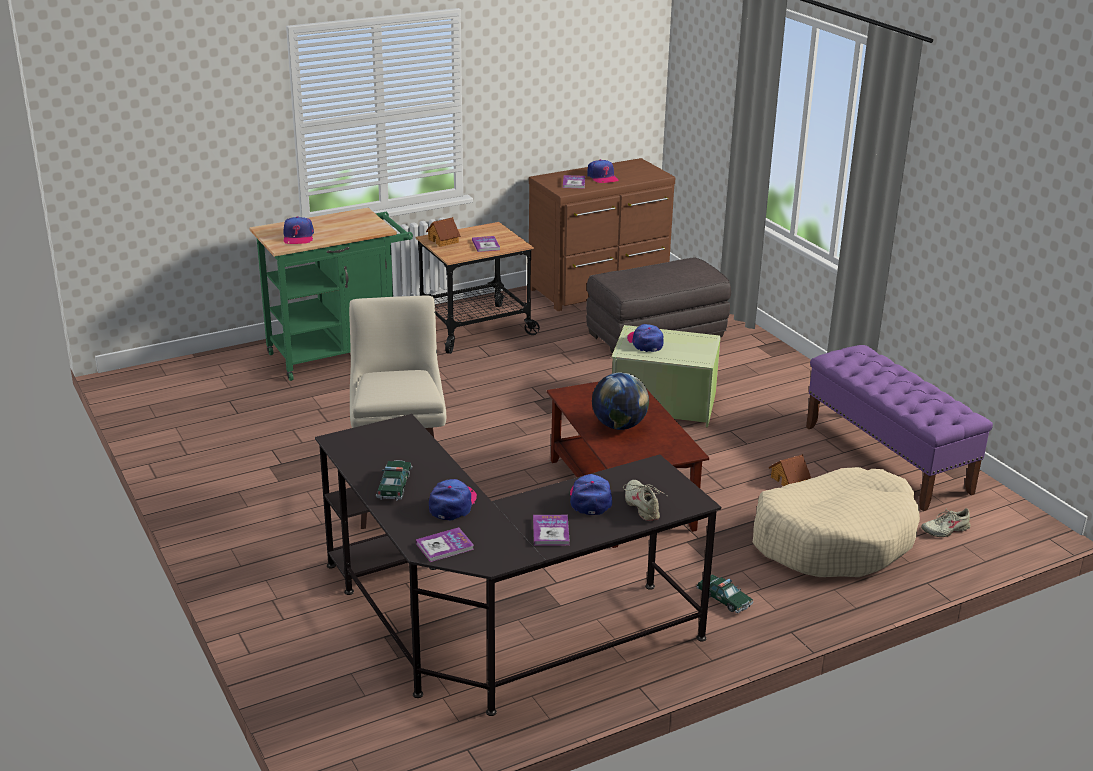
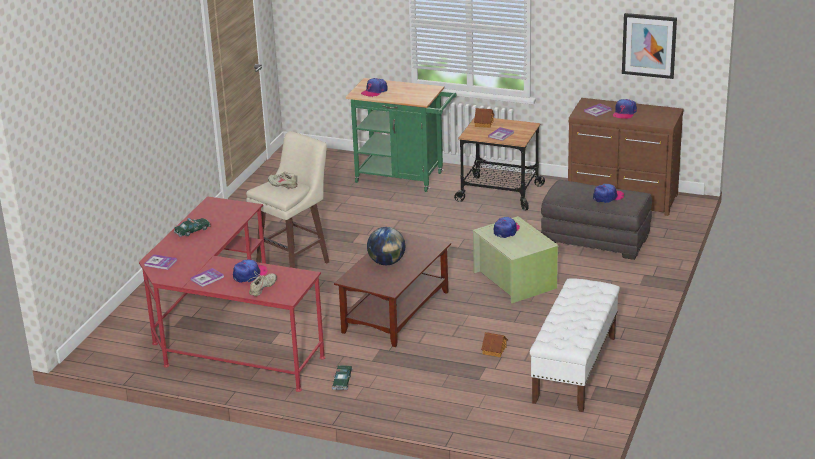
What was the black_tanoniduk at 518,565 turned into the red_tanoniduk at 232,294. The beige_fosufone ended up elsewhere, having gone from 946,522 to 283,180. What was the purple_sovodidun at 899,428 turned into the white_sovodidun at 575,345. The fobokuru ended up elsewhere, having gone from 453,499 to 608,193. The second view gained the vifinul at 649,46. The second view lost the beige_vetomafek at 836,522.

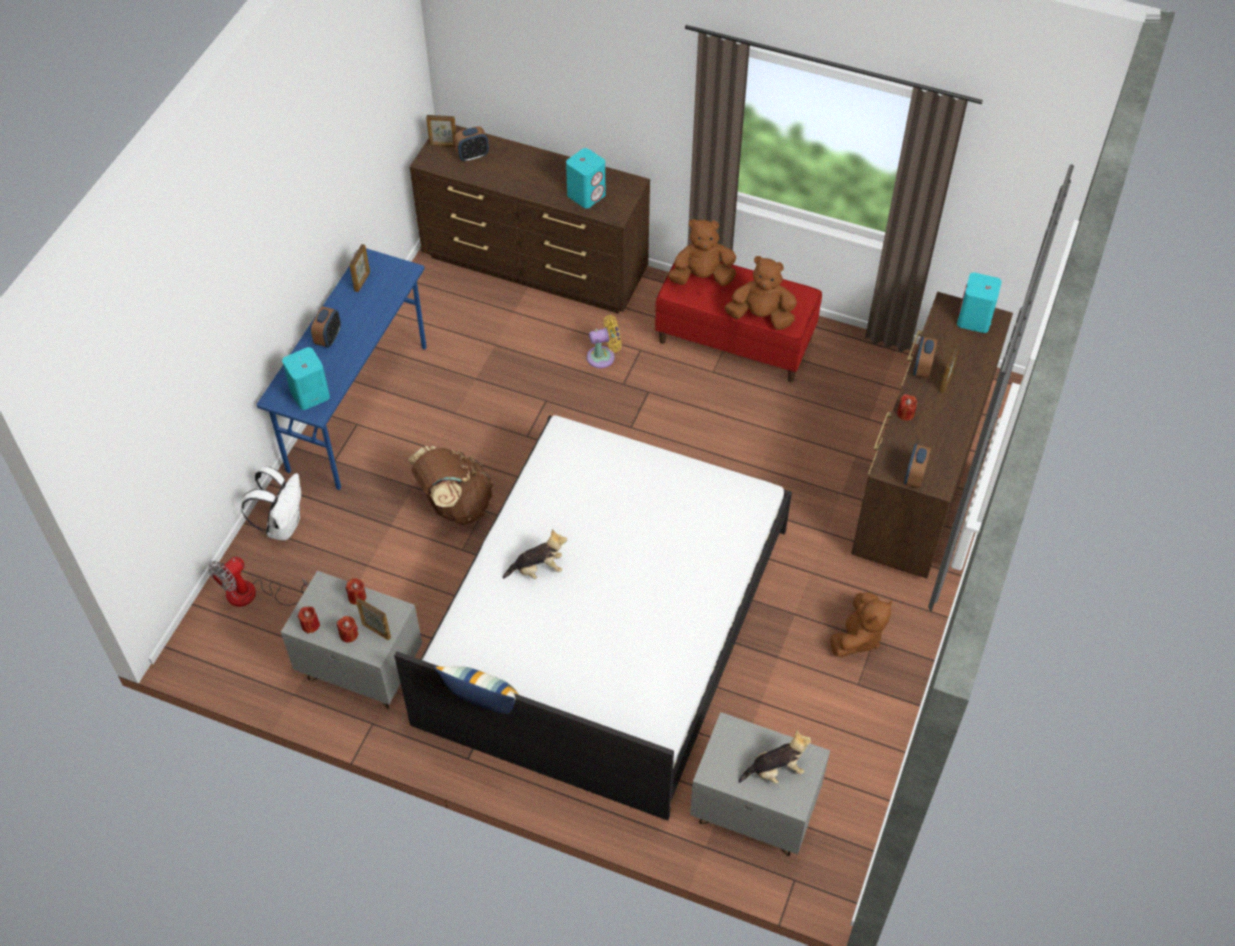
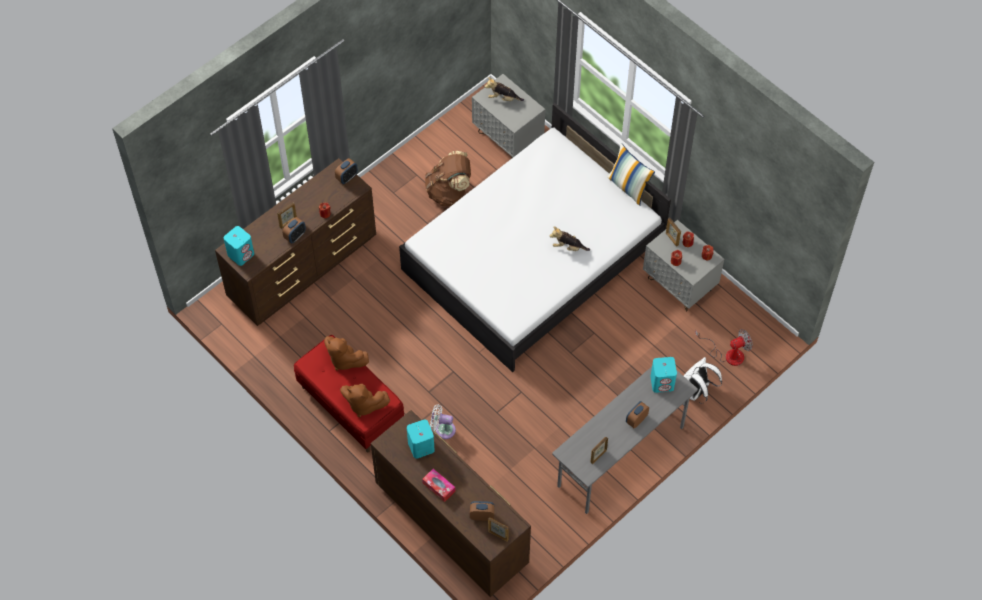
The second view gained the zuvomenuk at 438,485. The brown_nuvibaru ended up elsewhere, having gone from 450,485 to 448,178. What was the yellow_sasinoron at 604,341 turned into the white_sasinoron at 443,421. What was the blue_tanoniduk at 342,369 turned into the grey_tanoniduk at 625,440. The second view lost the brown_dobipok at 861,624.

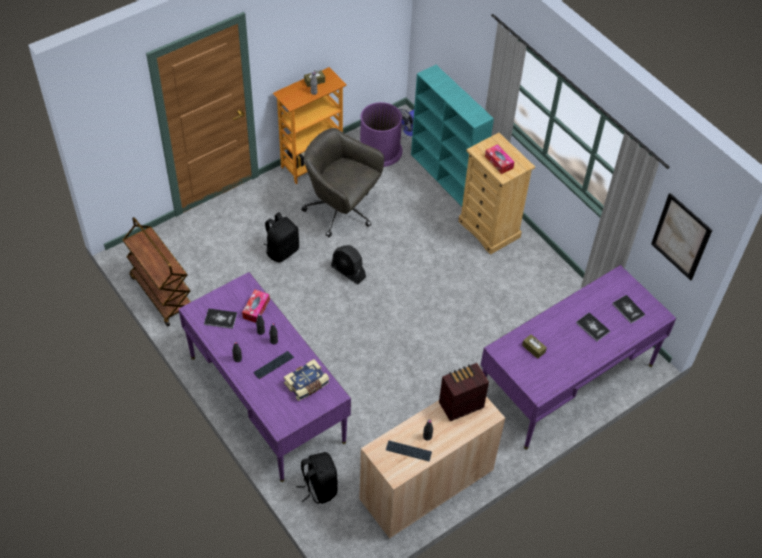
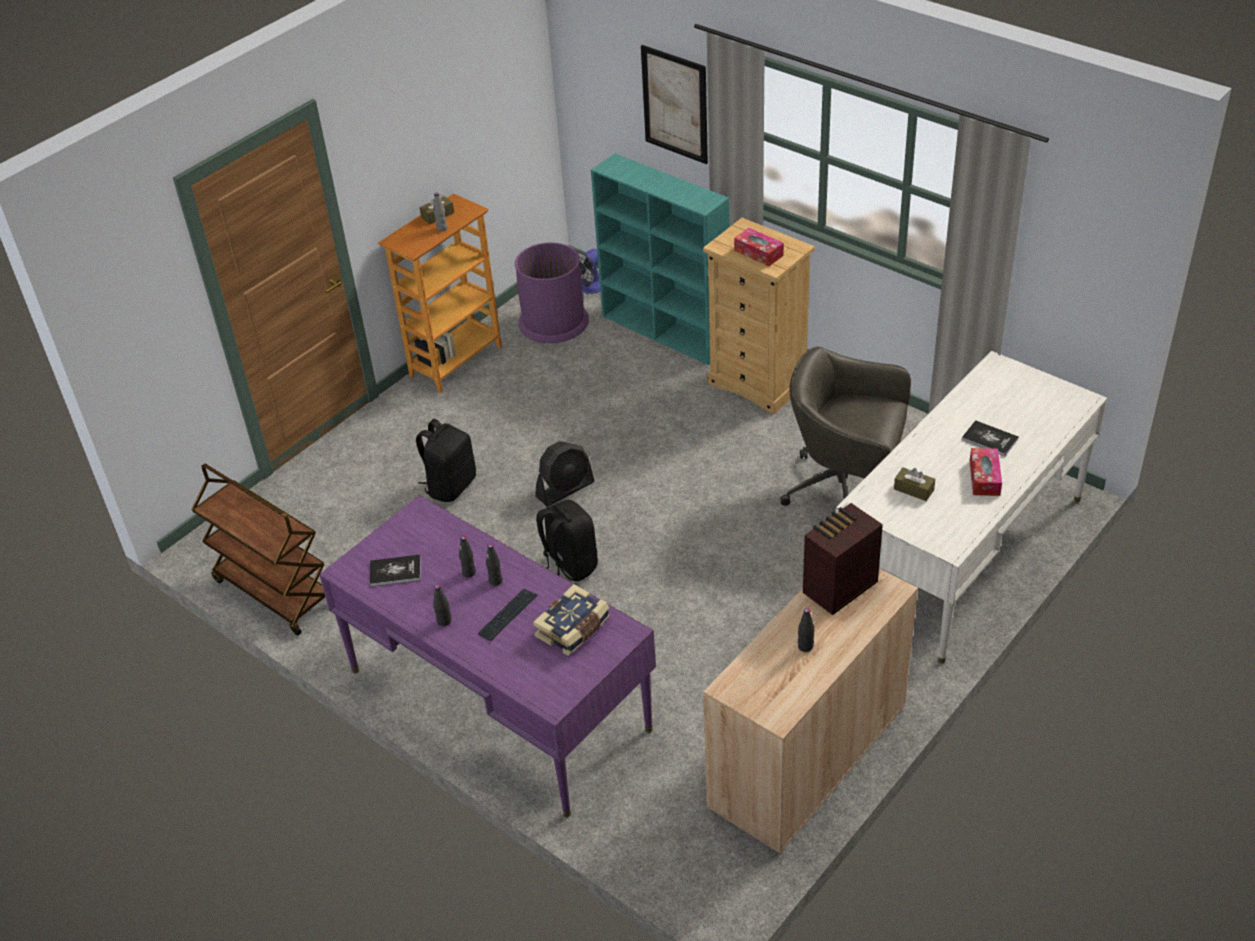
The black_sasinoron at 348,264 ended up facing another way, 60 degrees counterclockwise from before. The black_nuvibaru ended up elsewhere, having gone from 317,478 to 567,540. The vifinul ended up elsewhere, having gone from 681,237 to 674,104. The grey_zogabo ended up elsewhere, having gone from 342,182 to 845,426. What was the purple_tanoniduk at 578,357 turned into the white_tanoniduk at 971,507. The zuvomenuk ended up elsewhere, having gone from 256,306 to 986,472. The second view lost the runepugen at 409,450. The second view lost the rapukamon at 628,309.

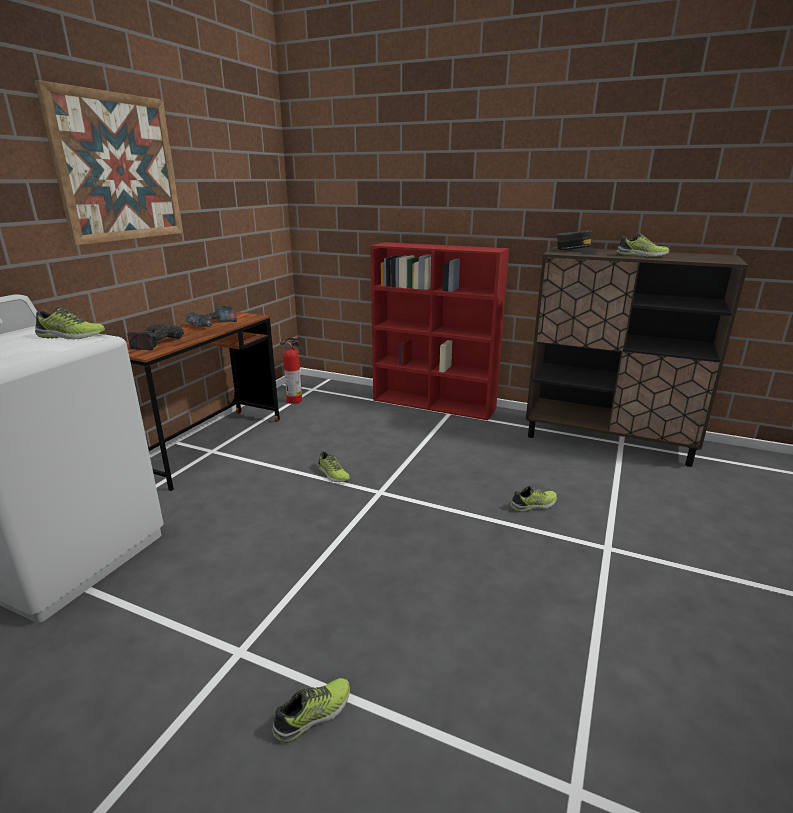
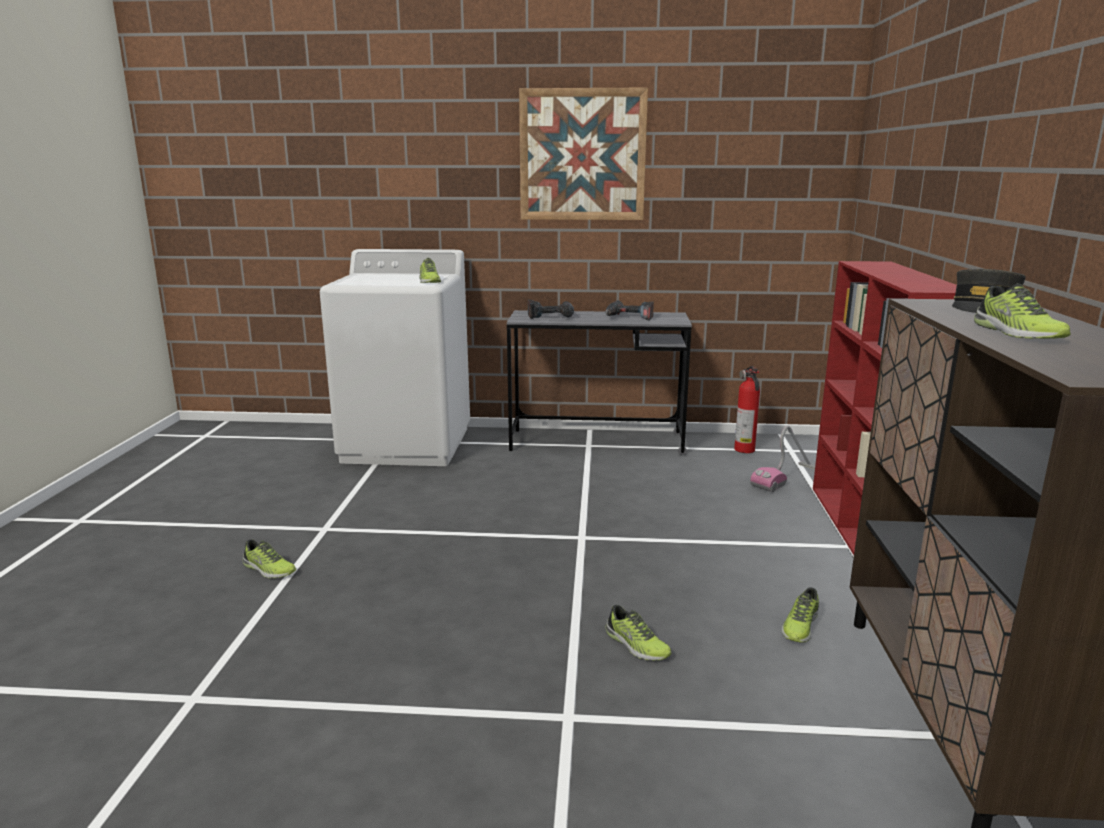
What was the brown_tanoniduk at 203,401 turned into the grey_tanoniduk at 599,382. The second view gained the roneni at 782,458. The fosufone ended up elsewhere, having gone from 333,466 to 800,615.

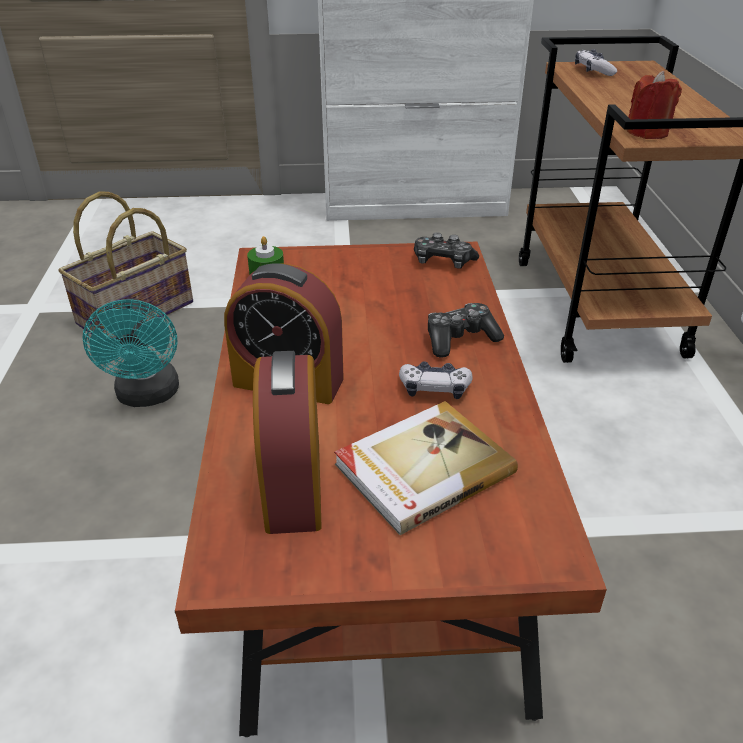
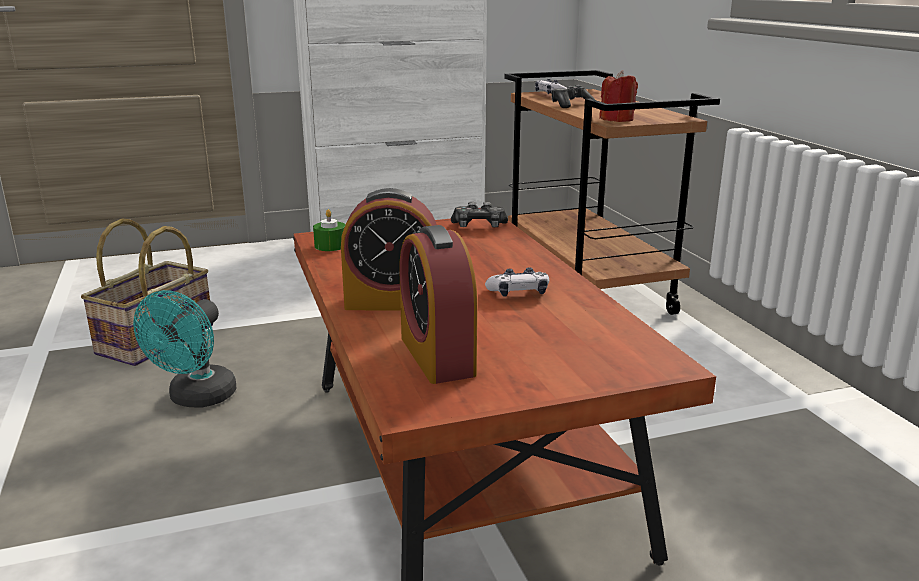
The turquoise_sasinoron at 131,352 ended up facing another way, 45 degrees clockwise from before. The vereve ended up elsewhere, having gone from 466,330 to 573,96. The second view lost the rapukamon at 426,468.

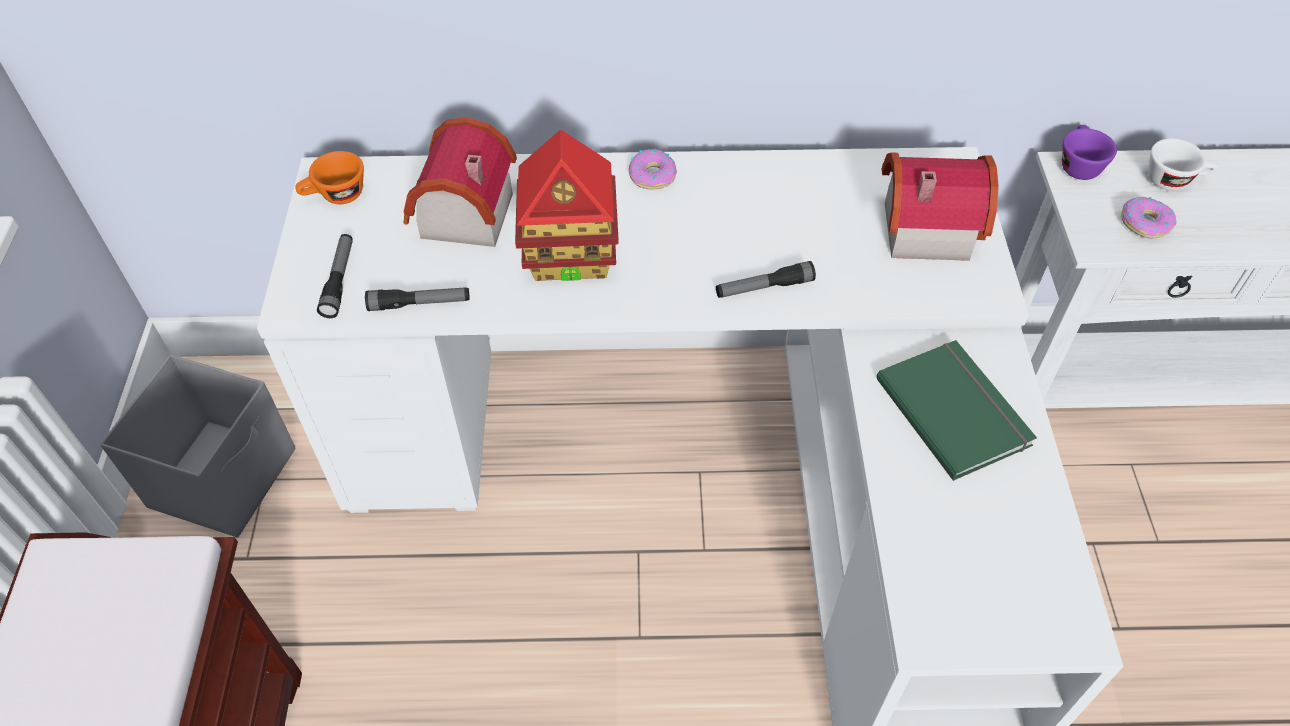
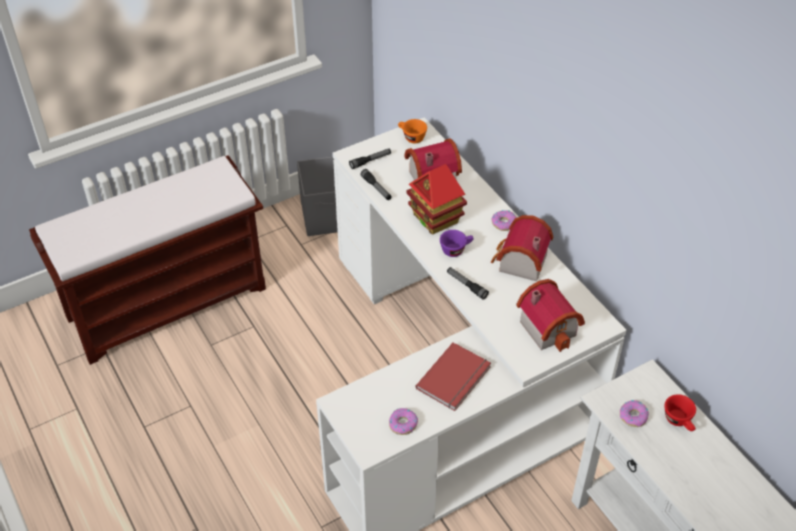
The second view gained the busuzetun at 403,421. What was the green_rapukamon at 956,410 turned into the red_rapukamon at 453,376. The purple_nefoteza ended up elsewhere, having gone from 1089,152 to 457,243. The second view gained the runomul at 522,248. What was the white_nefoteza at 1183,165 turned into the red_nefoteza at 680,412.

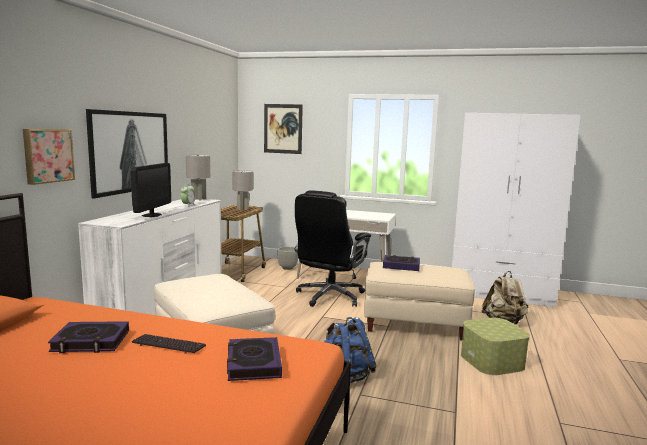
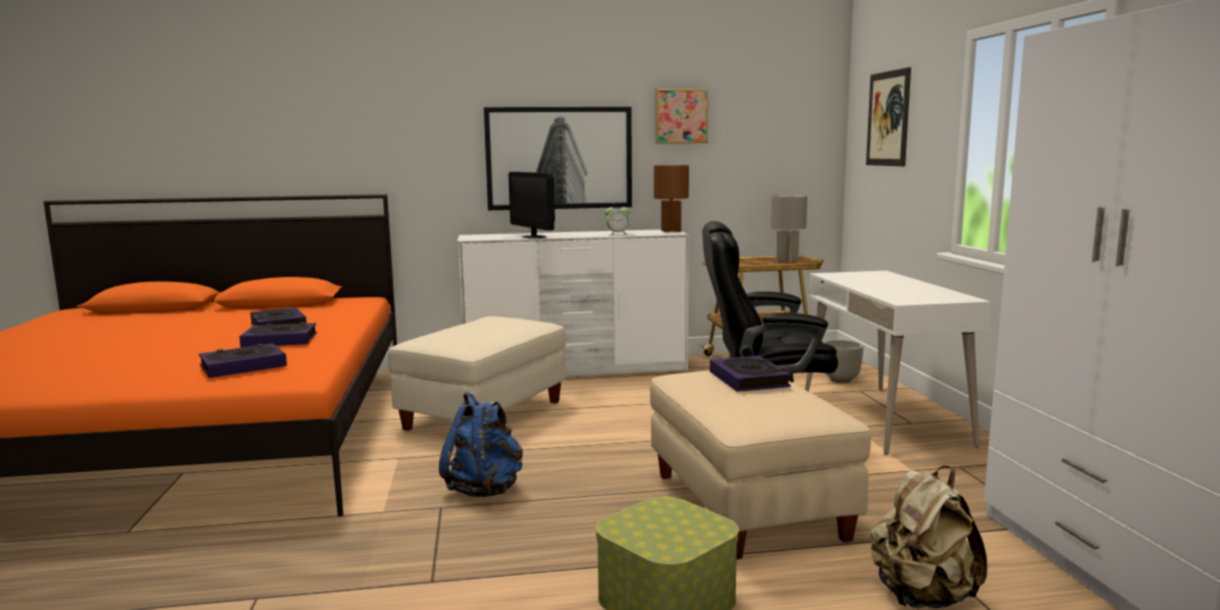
Where the runepugen stood at 169,344, the rapukamon came to stand at 278,335. The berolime at 151,190 ended up facing another way, 75 degrees clockwise from before. What was the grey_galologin at 198,177 turned into the brown_galologin at 671,198. The vifinul ended up elsewhere, having gone from 49,157 to 681,116.

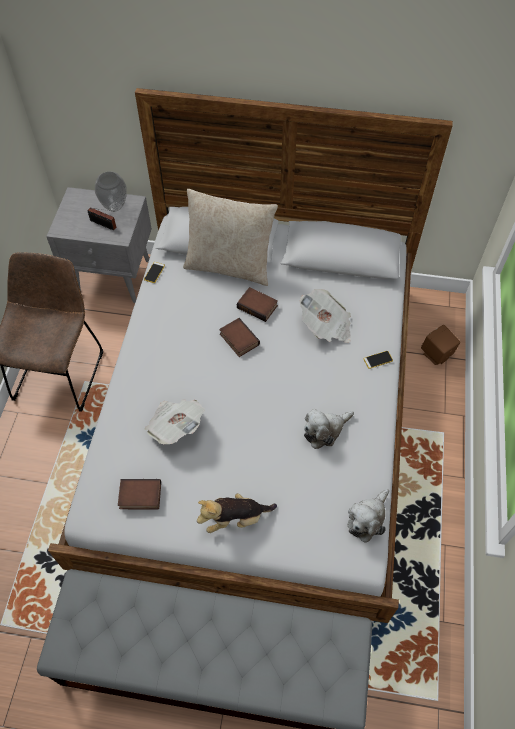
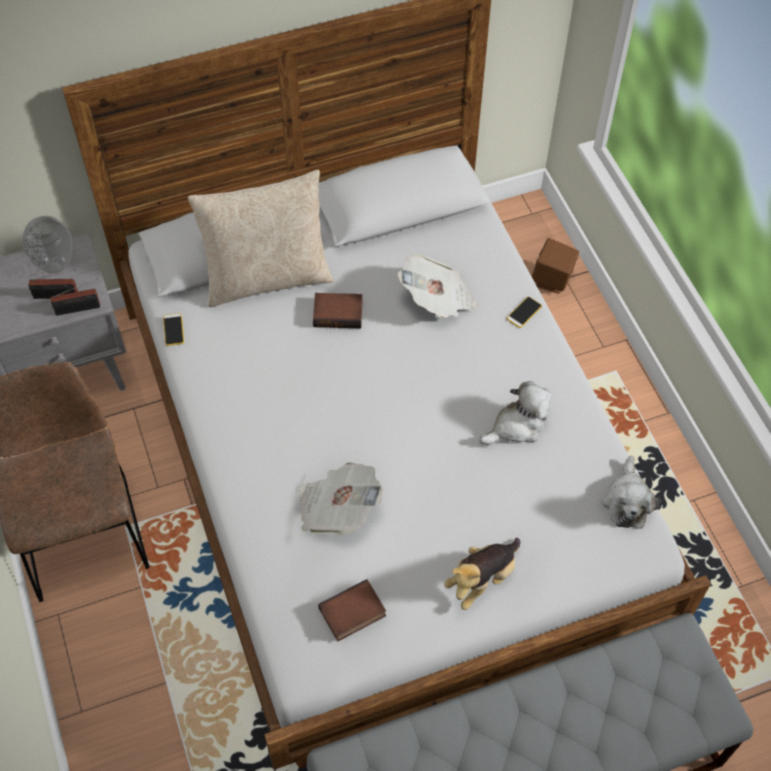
The second view gained the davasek at 75,297. The dobipok at 329,429 ended up facing another way, 150 degrees counterclockwise from before. The second view lost the rapukamon at 239,337.

